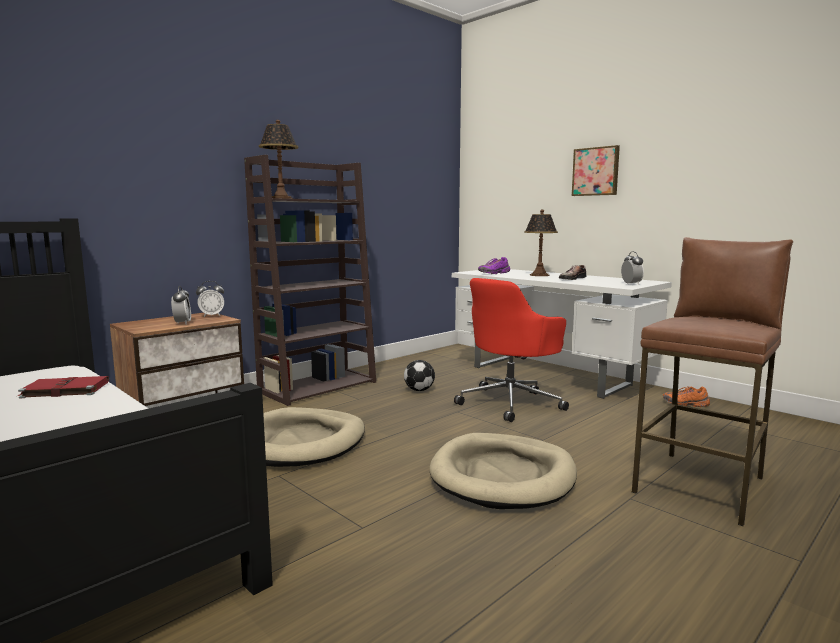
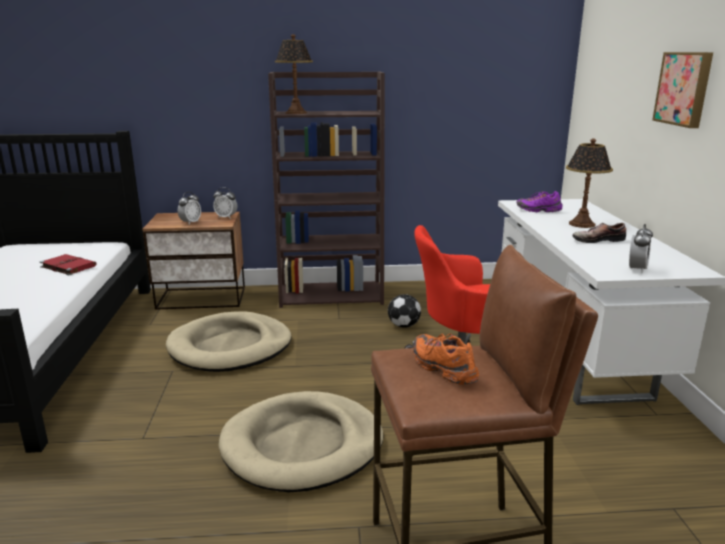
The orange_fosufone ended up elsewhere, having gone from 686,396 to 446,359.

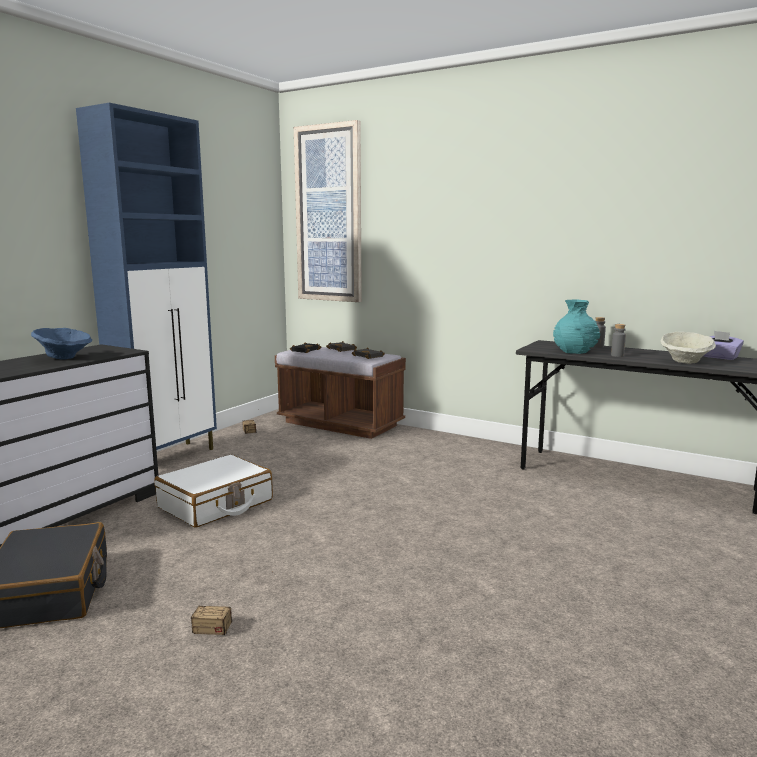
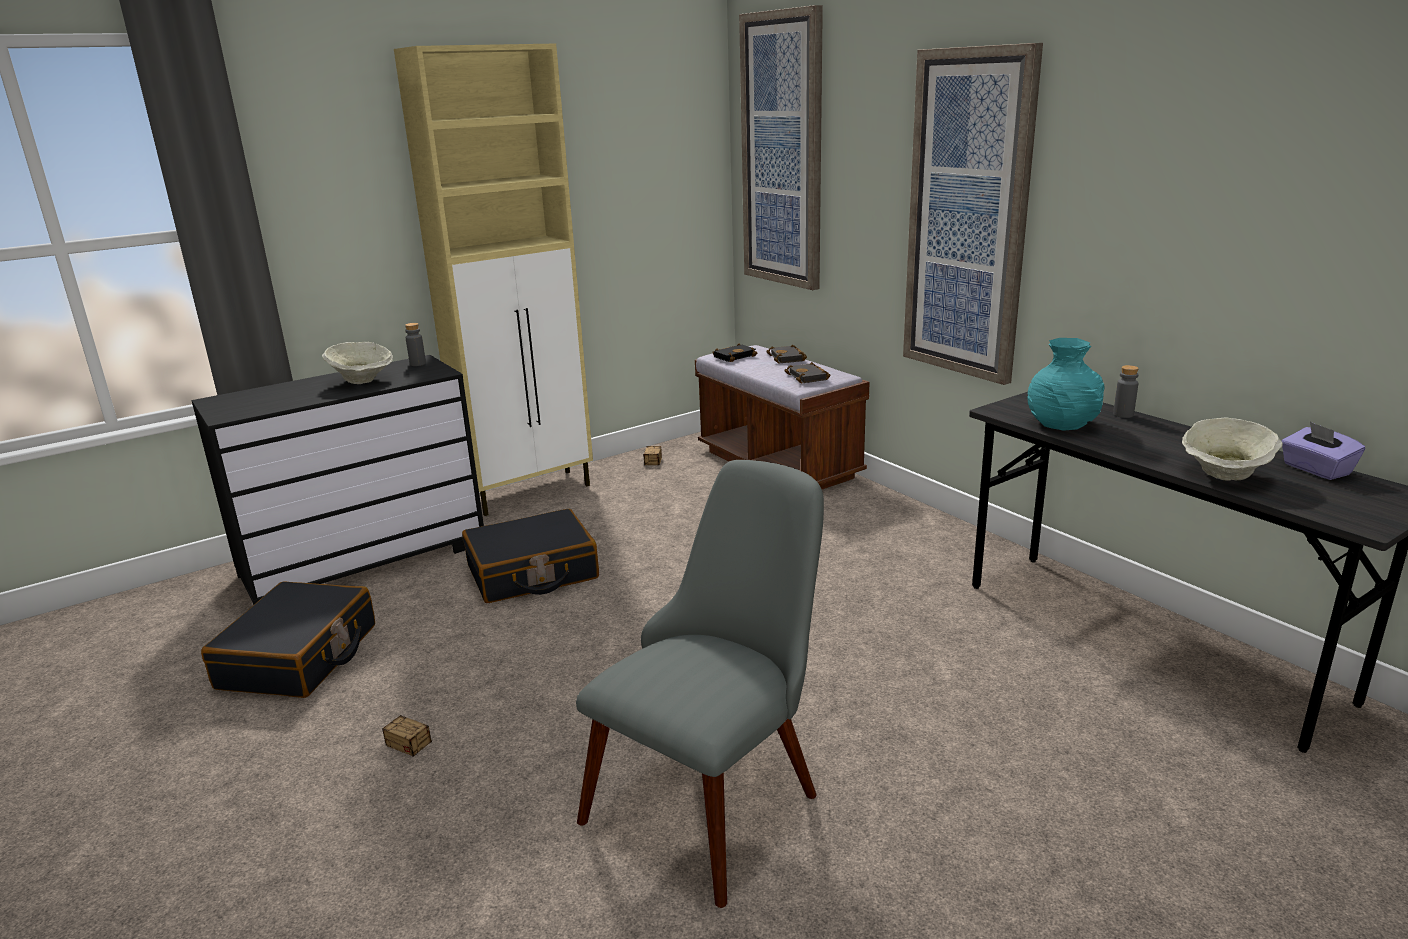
What was the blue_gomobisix at 61,344 turned into the beige_gomobisix at 357,363. What was the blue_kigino at 146,276 turned into the beige_kigino at 493,280. The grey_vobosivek ended up elsewhere, having gone from 618,340 to 415,344. What was the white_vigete at 213,491 turned into the black_vigete at 530,556. The second view gained the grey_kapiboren at 700,684. The second view gained the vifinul at 973,214.

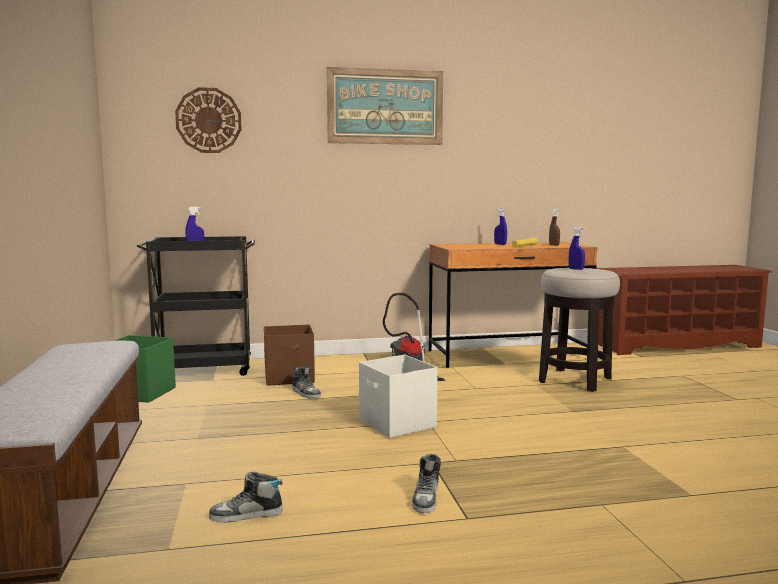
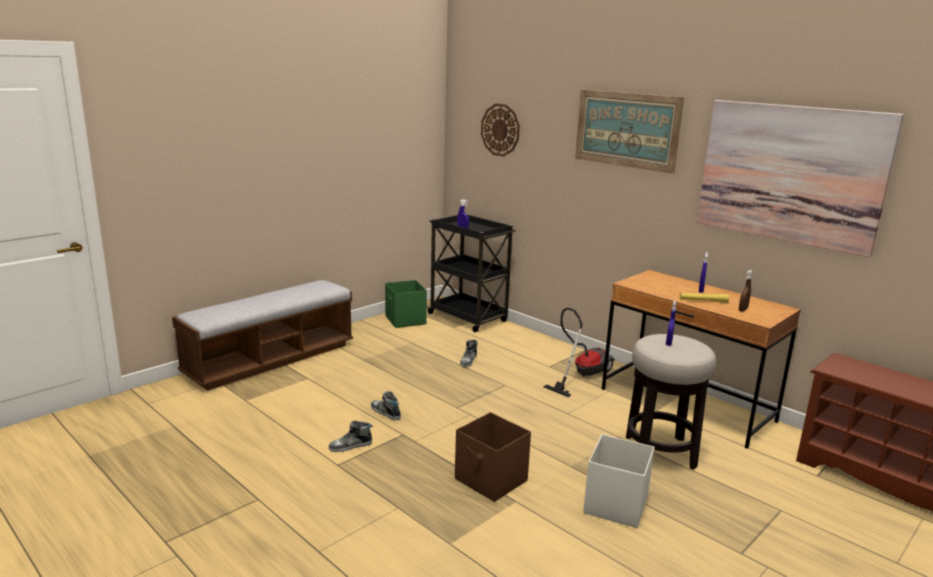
The fosufone ended up elsewhere, having gone from 246,497 to 386,406. The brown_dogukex ended up elsewhere, having gone from 289,355 to 493,457. The white_dogukex ended up elsewhere, having gone from 398,396 to 619,481. The second view gained the vifinul at 800,178.

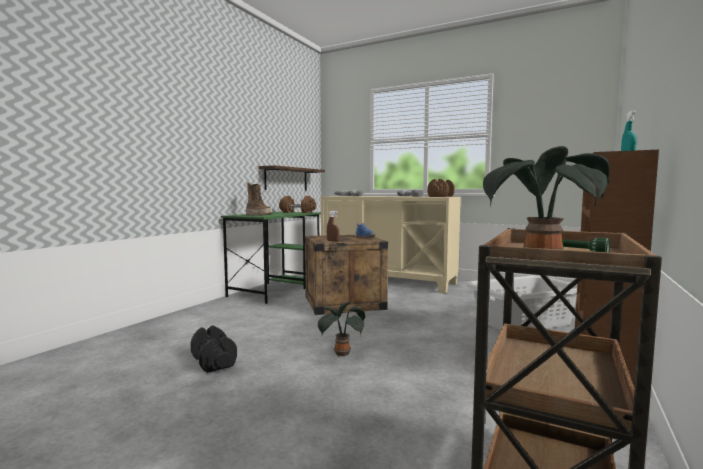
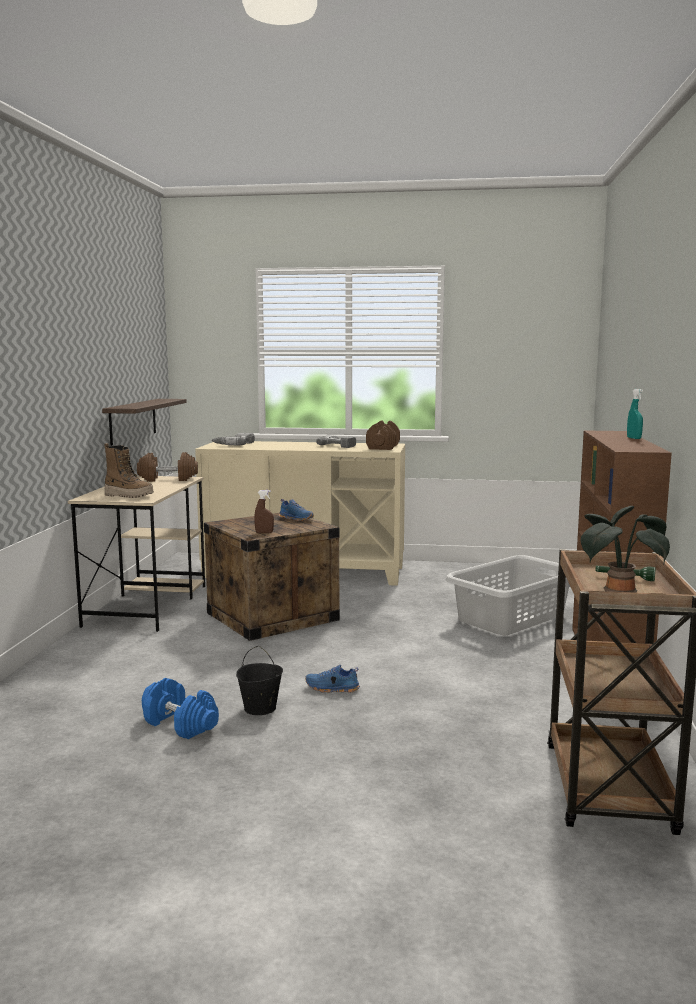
What was the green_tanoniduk at 271,258 turned into the beige_tanoniduk at 136,554. What was the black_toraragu at 214,349 turned into the blue_toraragu at 180,708. The second view gained the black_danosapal at 259,680. Where the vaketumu stood at 341,329, the blue_fosufone came to stand at 332,678.

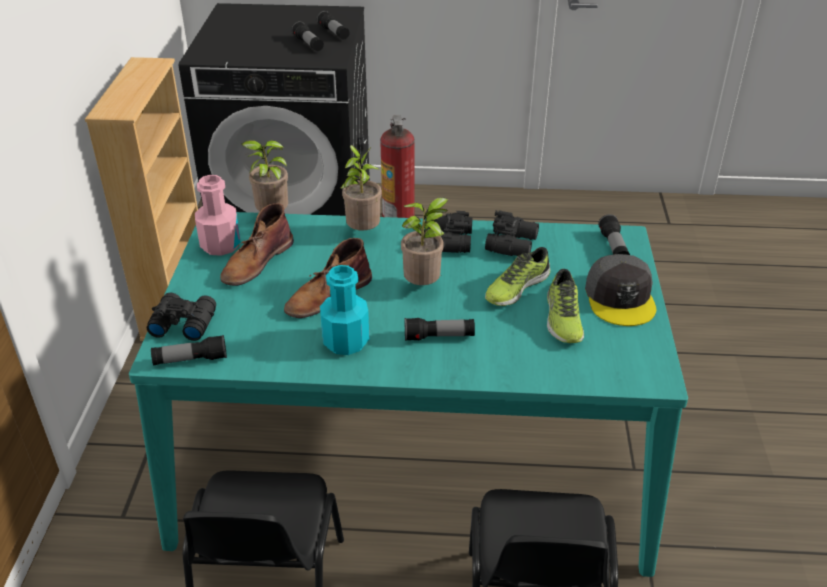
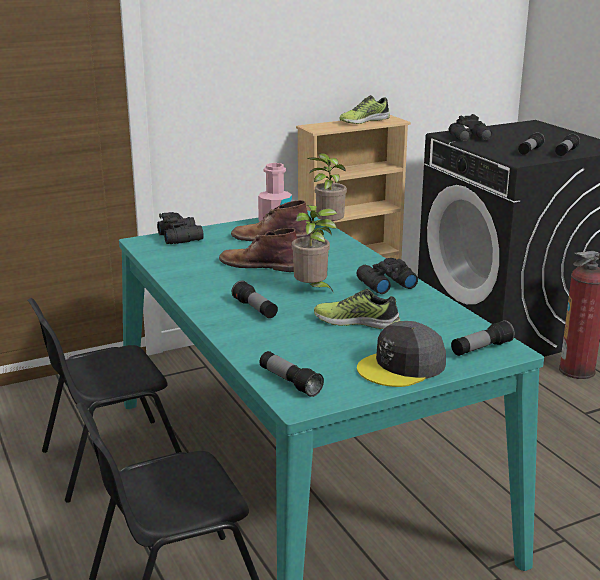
The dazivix ended up elsewhere, having gone from 189,350 to 292,374. The fosufone ended up elsewhere, having gone from 565,306 to 364,109. The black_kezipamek ended up elsewhere, having gone from 512,233 to 470,128. The second view lost the turquoise_vobosivek at 344,310. The second view lost the vaketumu at 361,188.

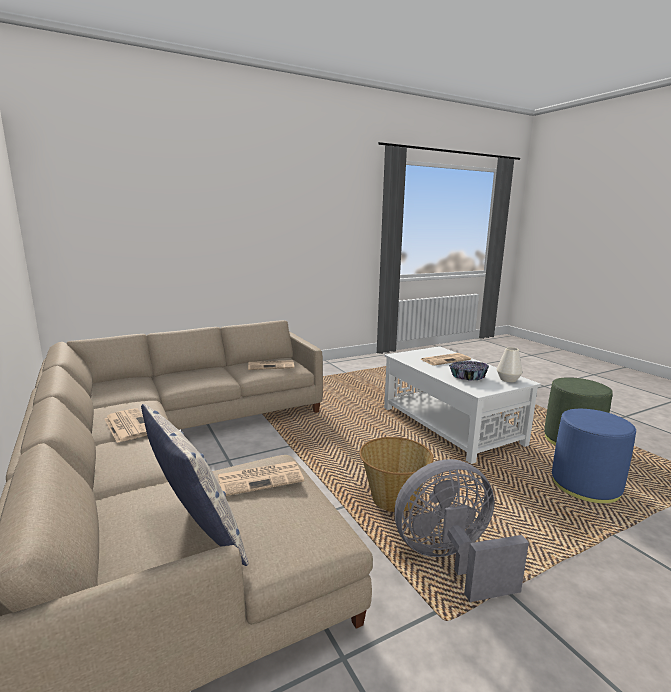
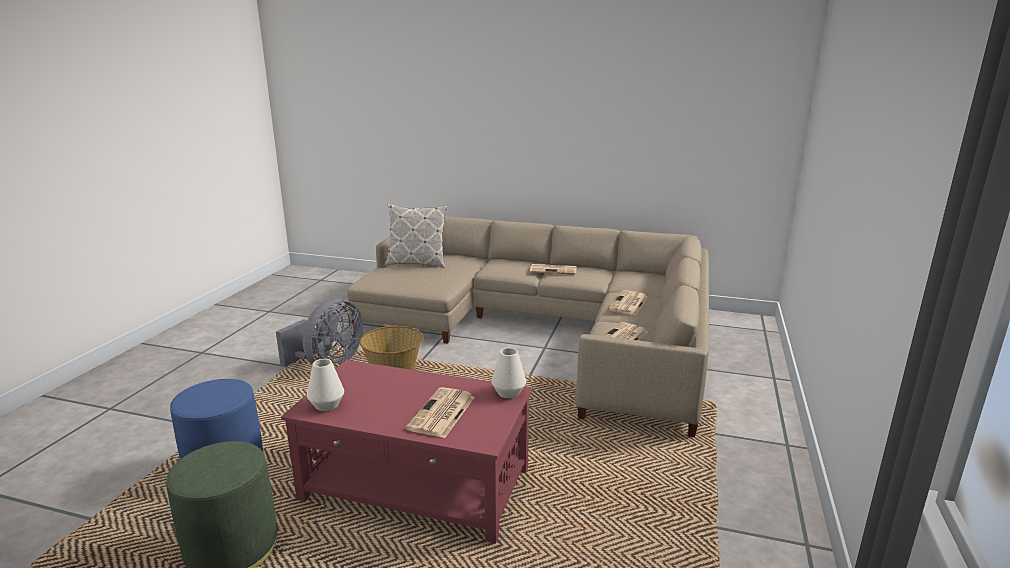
What was the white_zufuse at 462,405 turned into the red_zufuse at 406,452. The second view gained the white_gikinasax at 508,373. The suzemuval ended up elsewhere, having gone from 261,478 to 628,302. The second view lost the gomobisix at 469,371.

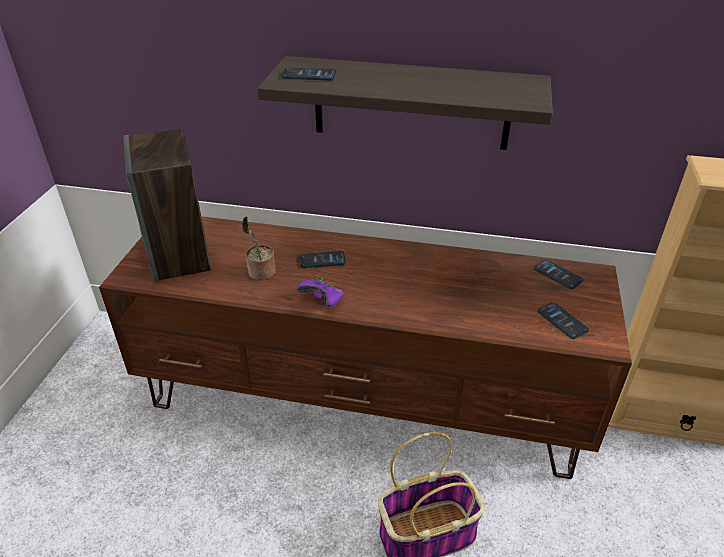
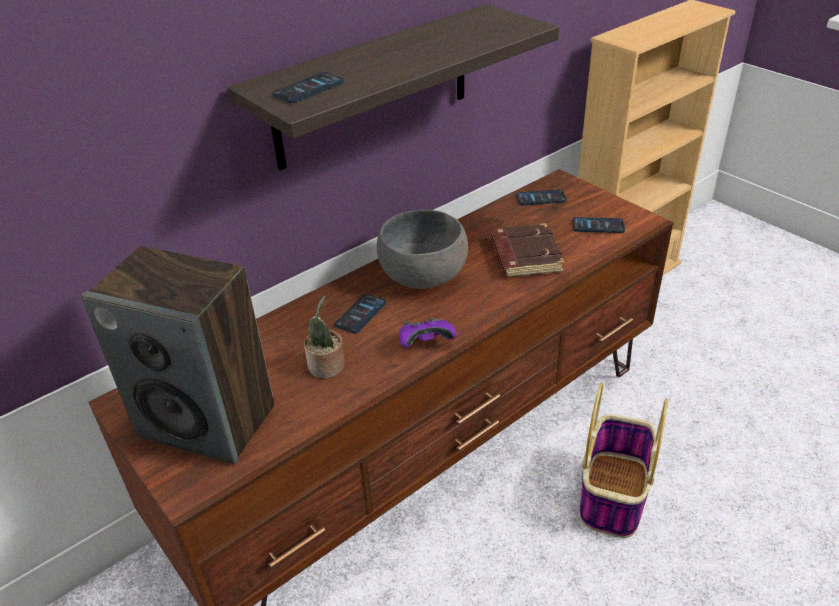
The second view gained the grey_gomobisix at 422,249. The second view gained the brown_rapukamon at 527,250.

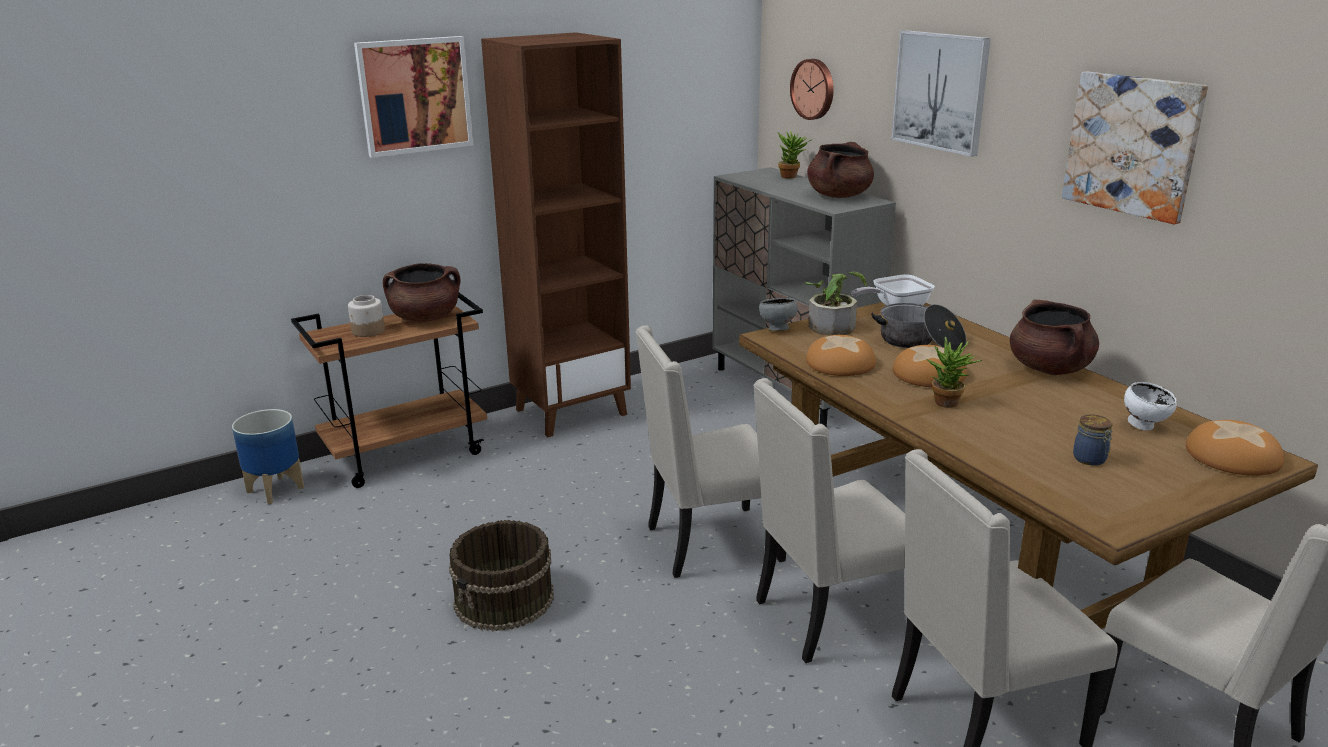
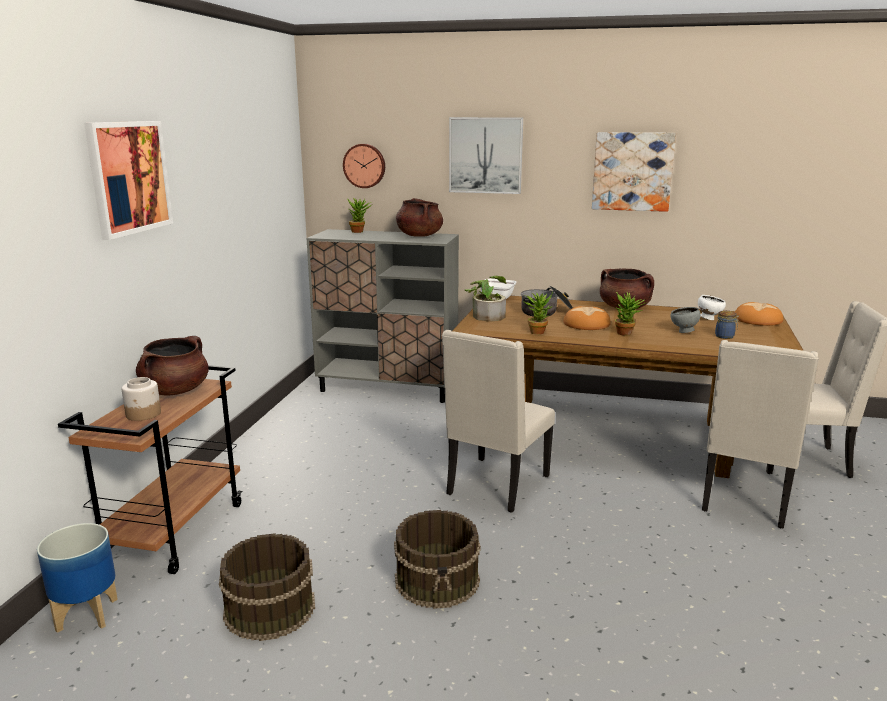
The second view gained the brown_danosapal at 267,587. Where the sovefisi stood at 841,355, the vaketumu came to stand at 538,313. The grey_gomobisix ended up elsewhere, having gone from 778,314 to 685,320. The second view lost the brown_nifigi at 556,234. The second view lost the beige_kapiboren at 829,520.

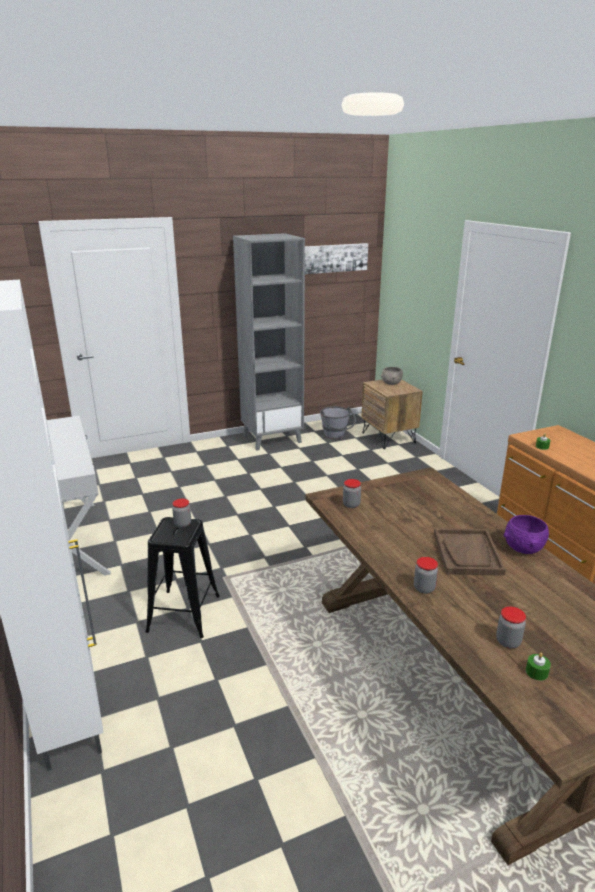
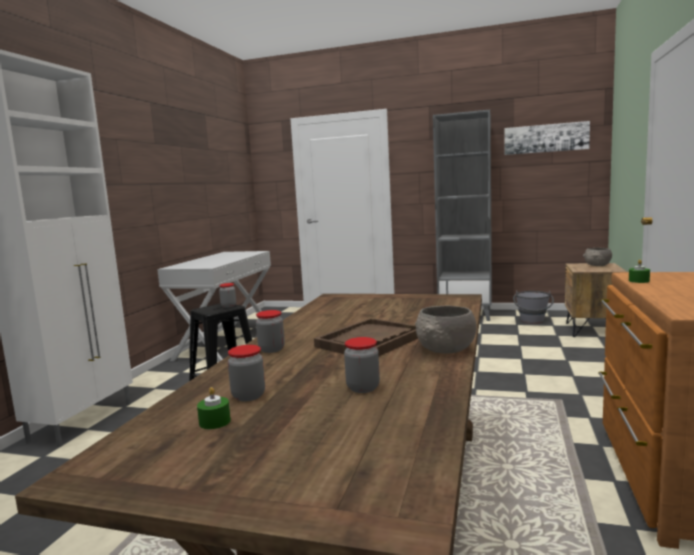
The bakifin ended up elsewhere, having gone from 352,493 to 362,365. What was the purple_gomobisix at 526,534 turned into the grey_gomobisix at 446,330.

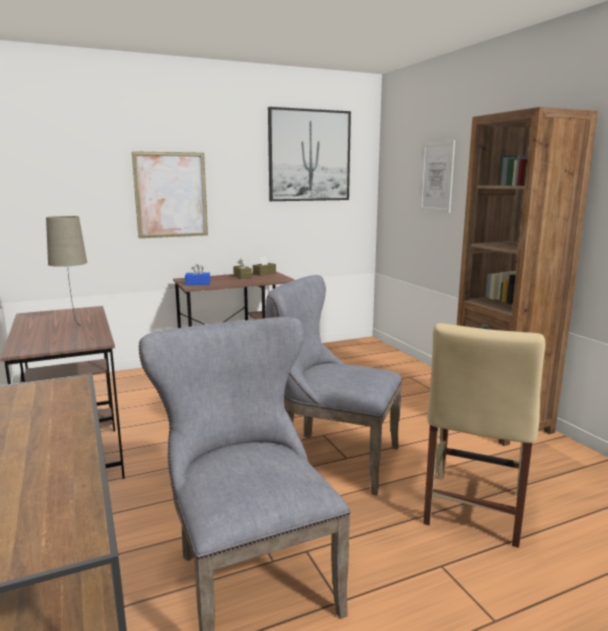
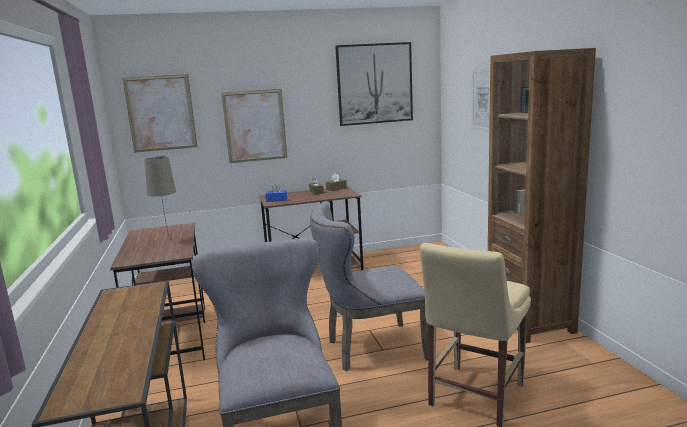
The second view gained the vifinul at 159,113. The grey_kapiboren at 334,385 ended up facing another way, 45 degrees counterclockwise from before.

